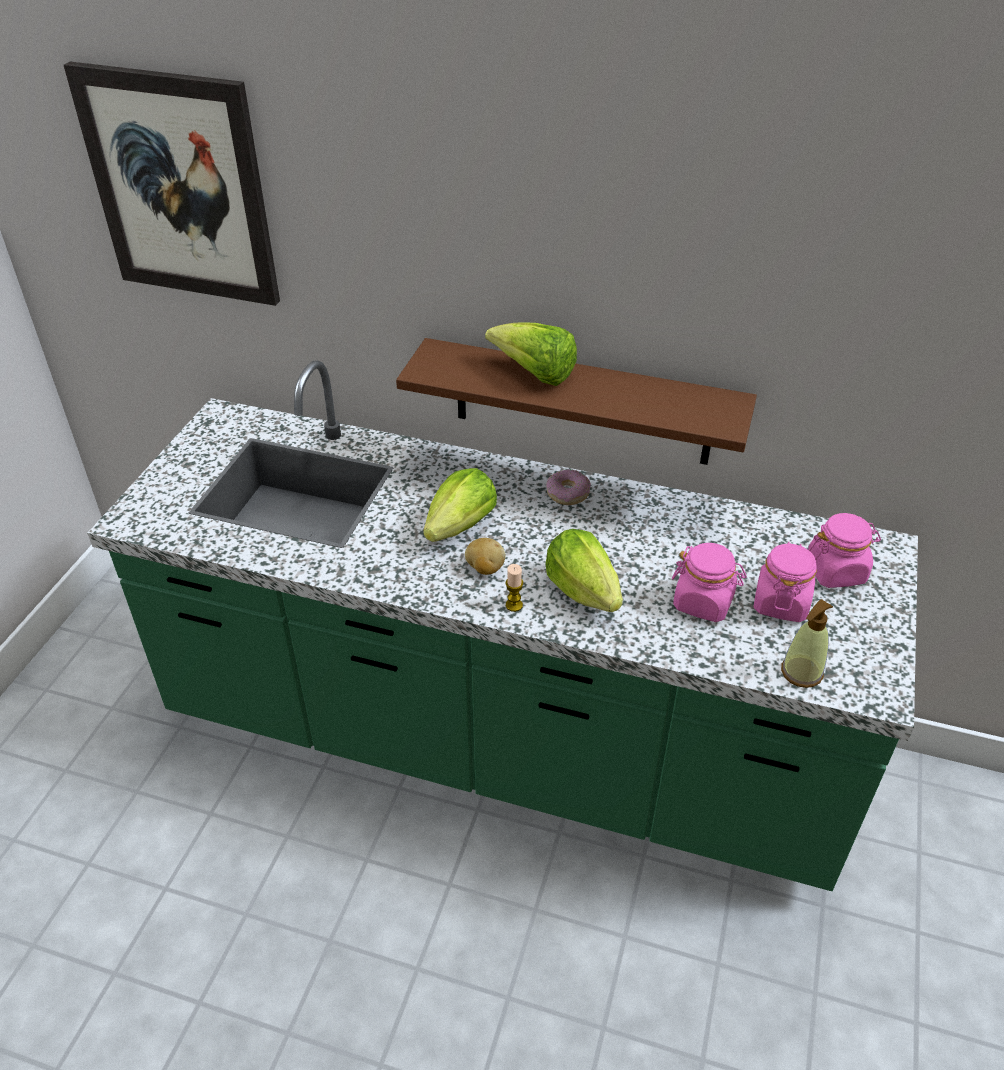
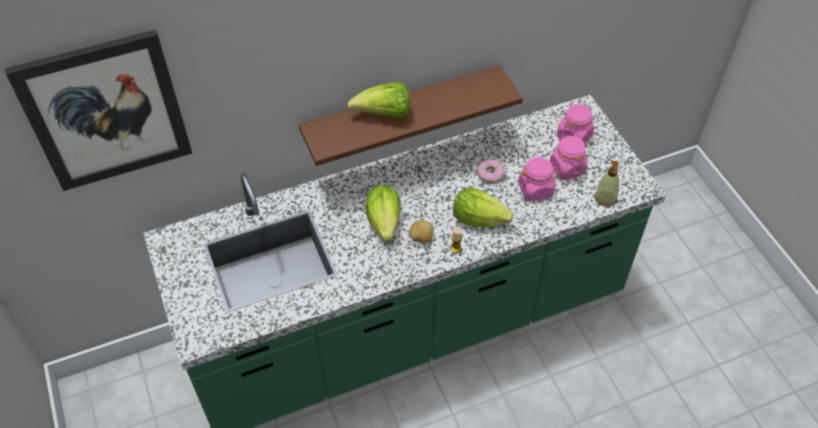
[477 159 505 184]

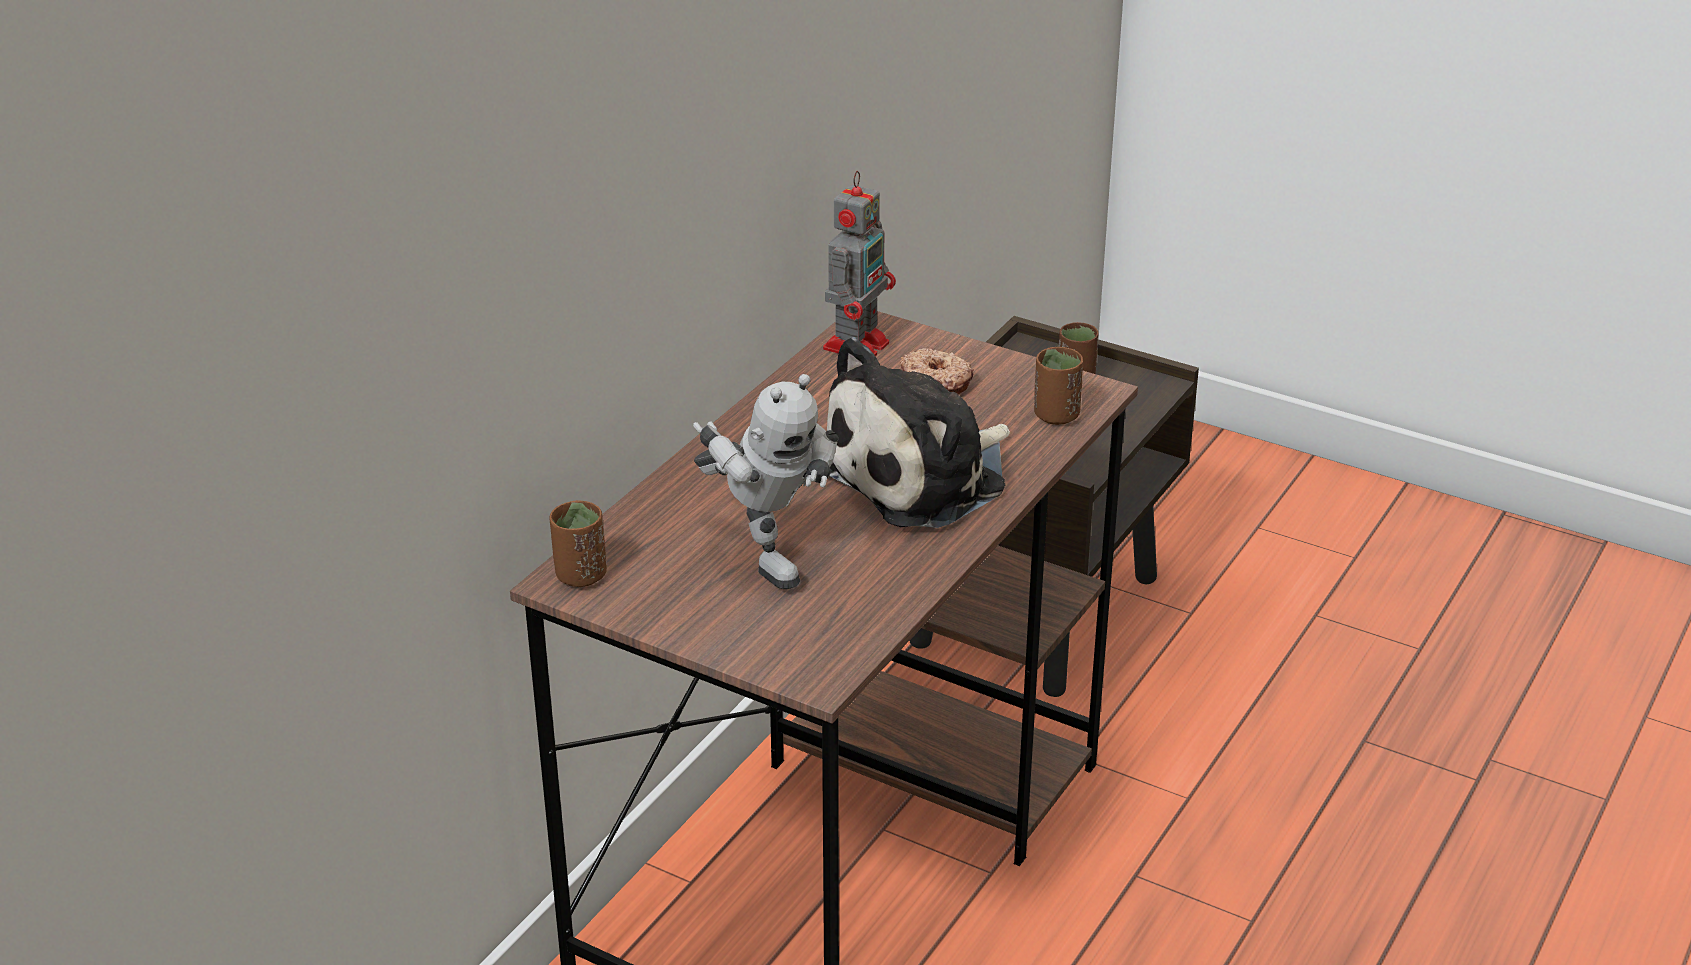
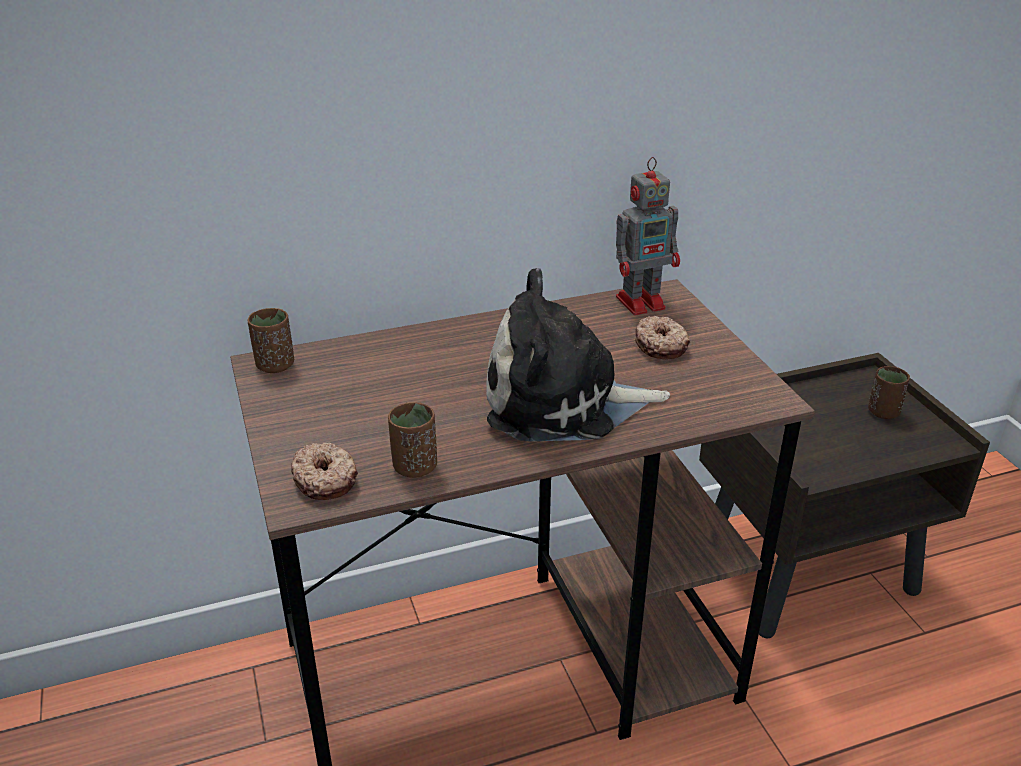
[693 374 838 589] (first image)
[291 442 358 500]
[388 402 437 478]

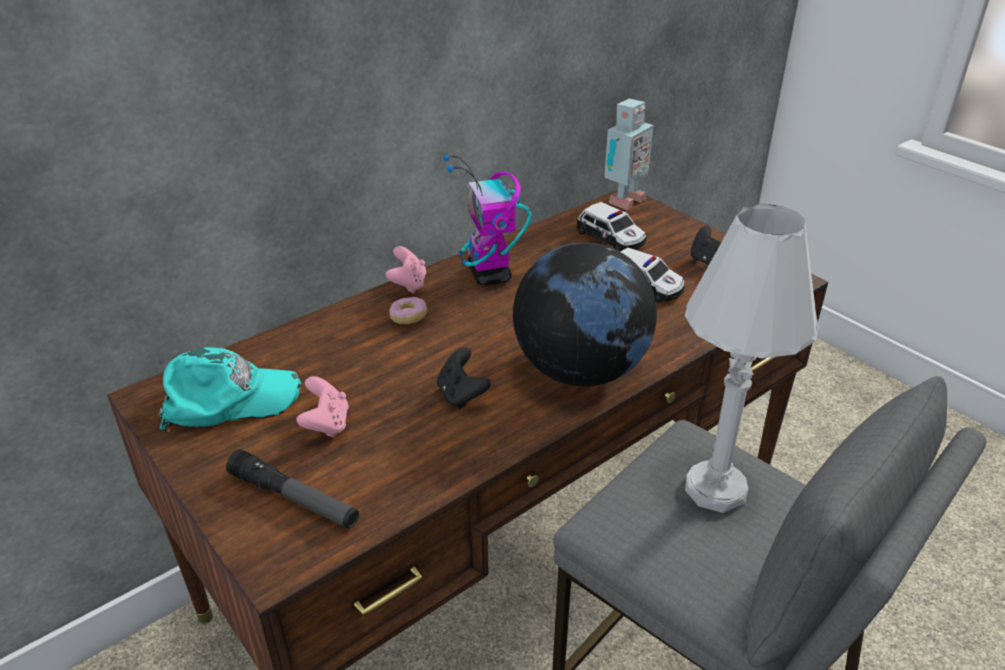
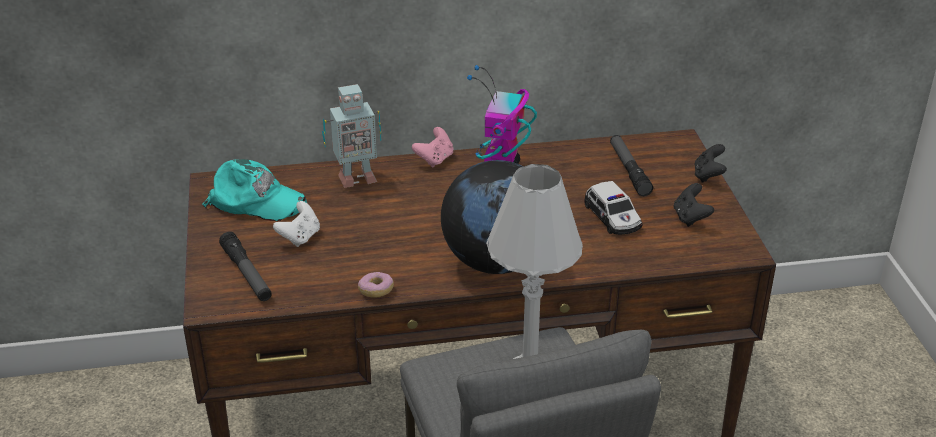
[358 272 394 298]
[694 144 727 183]
[322 84 382 188]
[610 135 653 196]
[273 201 320 247]

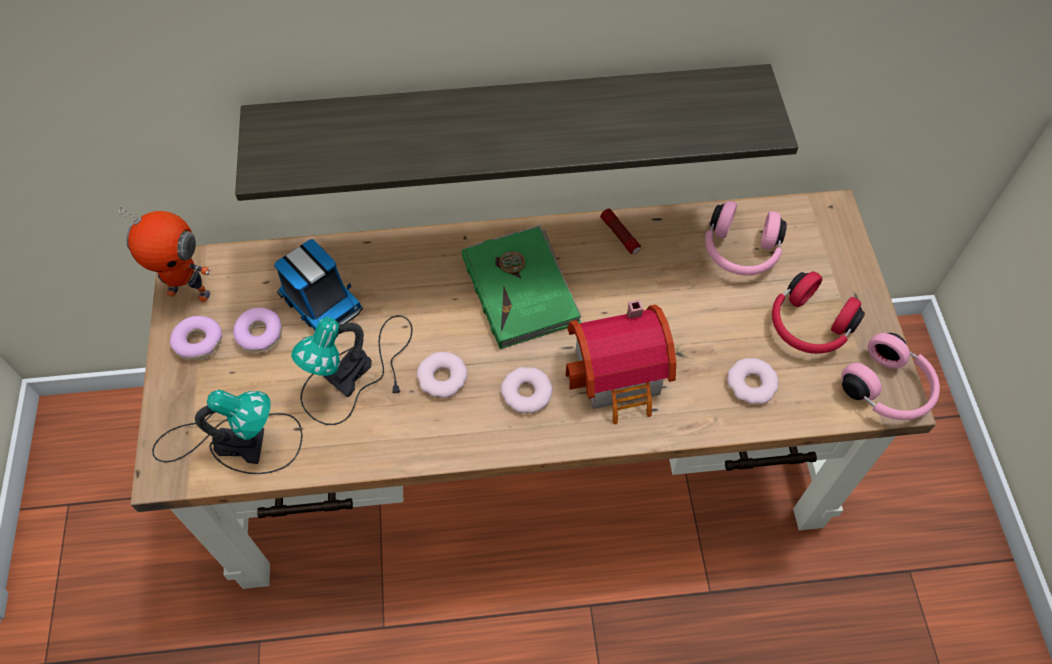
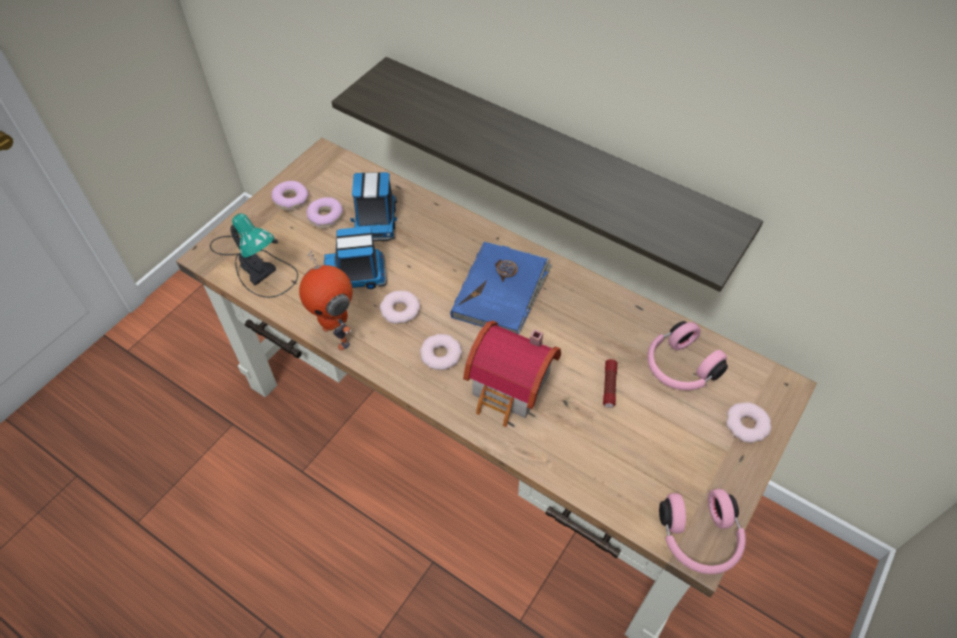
[772 272 865 354] (first image)
[299 250 353 350]
[603 359 617 408]
[726 402 771 443]
[322 226 387 289]
[450 241 552 334]

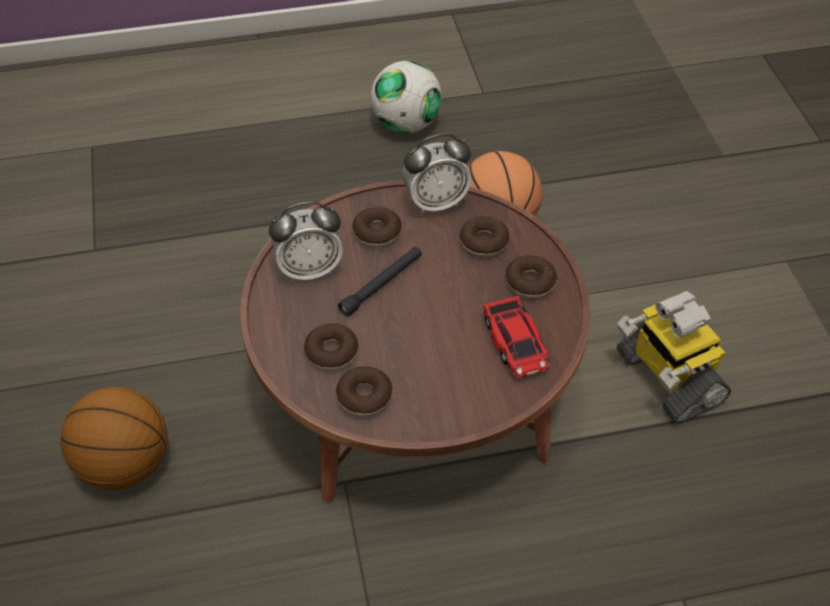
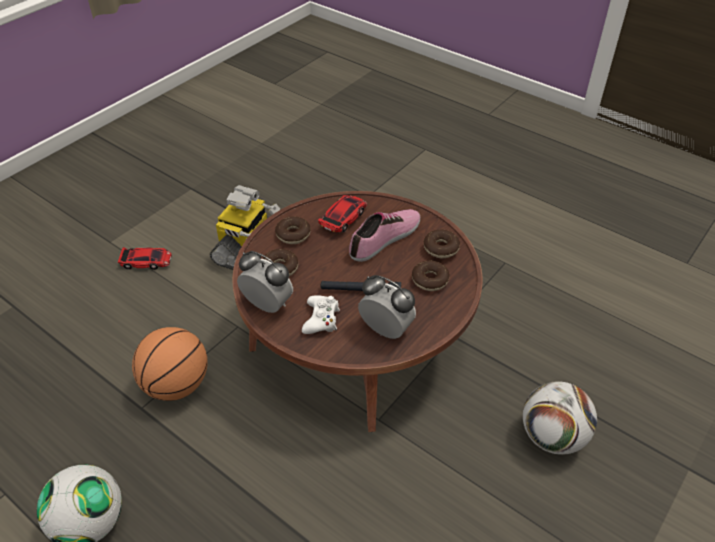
[118 247 172 270]
[349 209 420 262]
[523 381 597 455]
[302 295 340 334]

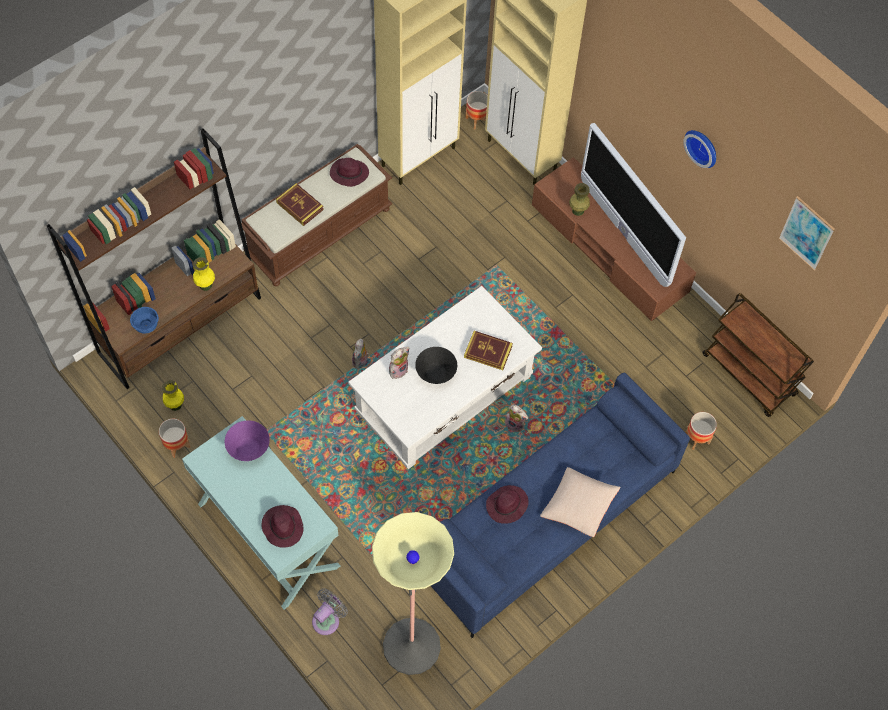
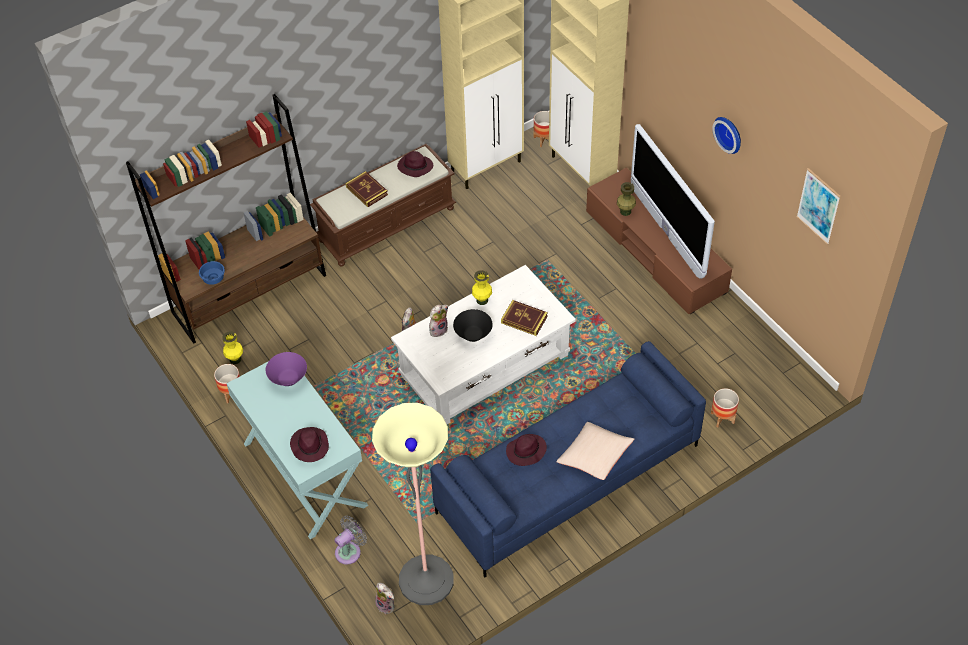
[702 293 814 417] (first image)
[472 270 492 305]
[375 583 394 614]

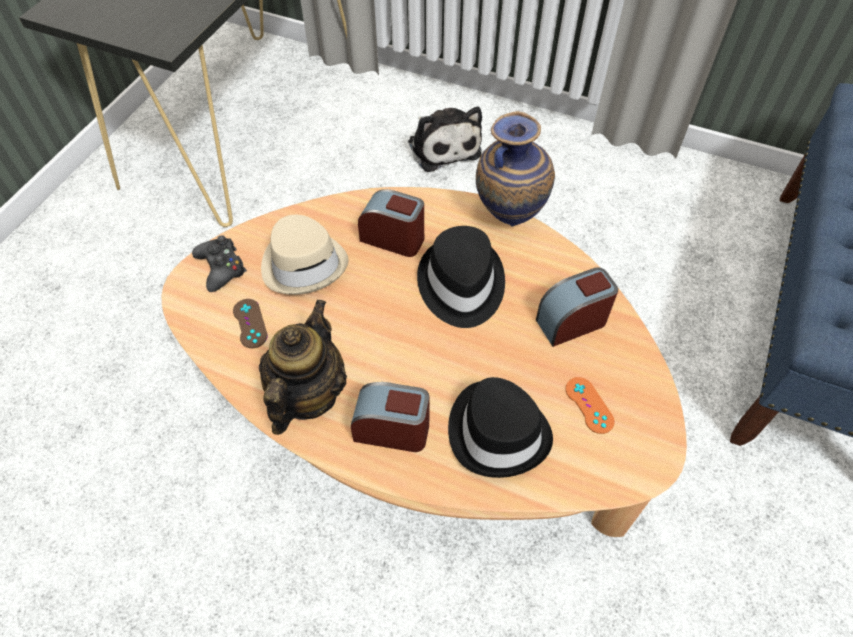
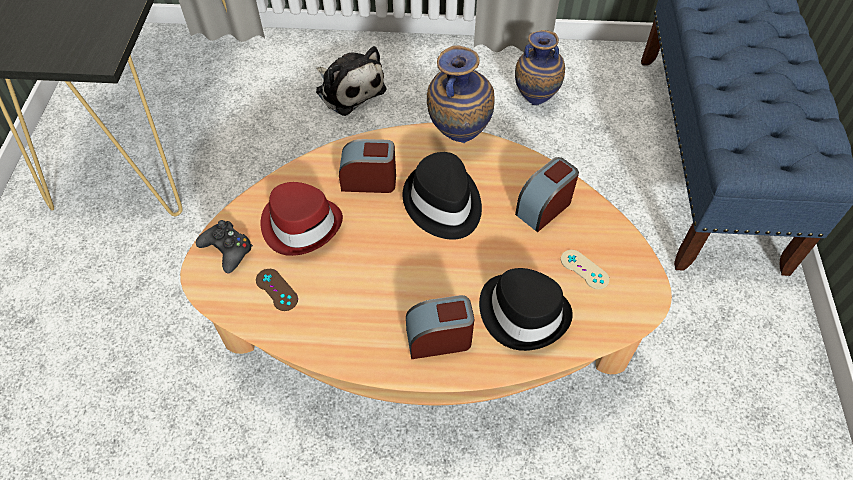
[259 300 347 435] (first image)
[515 30 565 105]
[261 182 343 256]
[561 250 609 289]

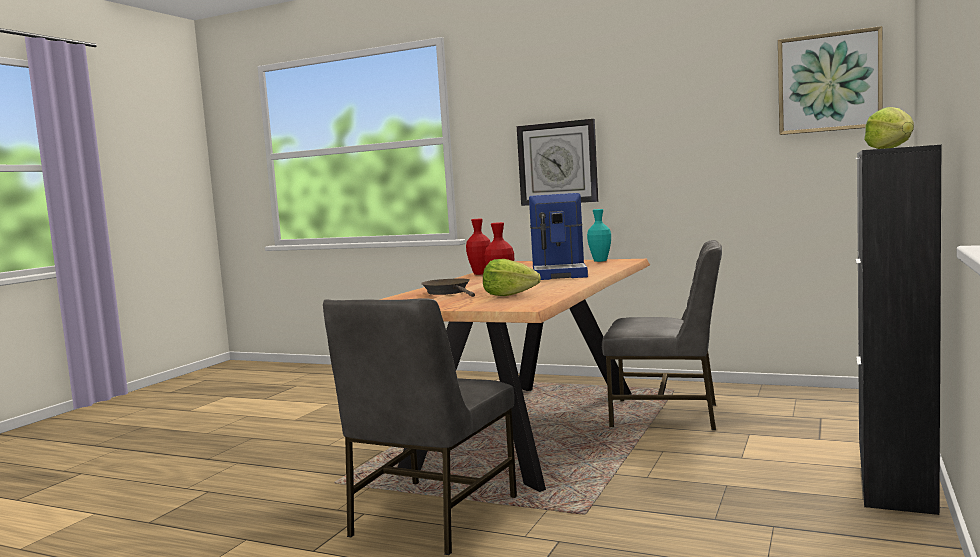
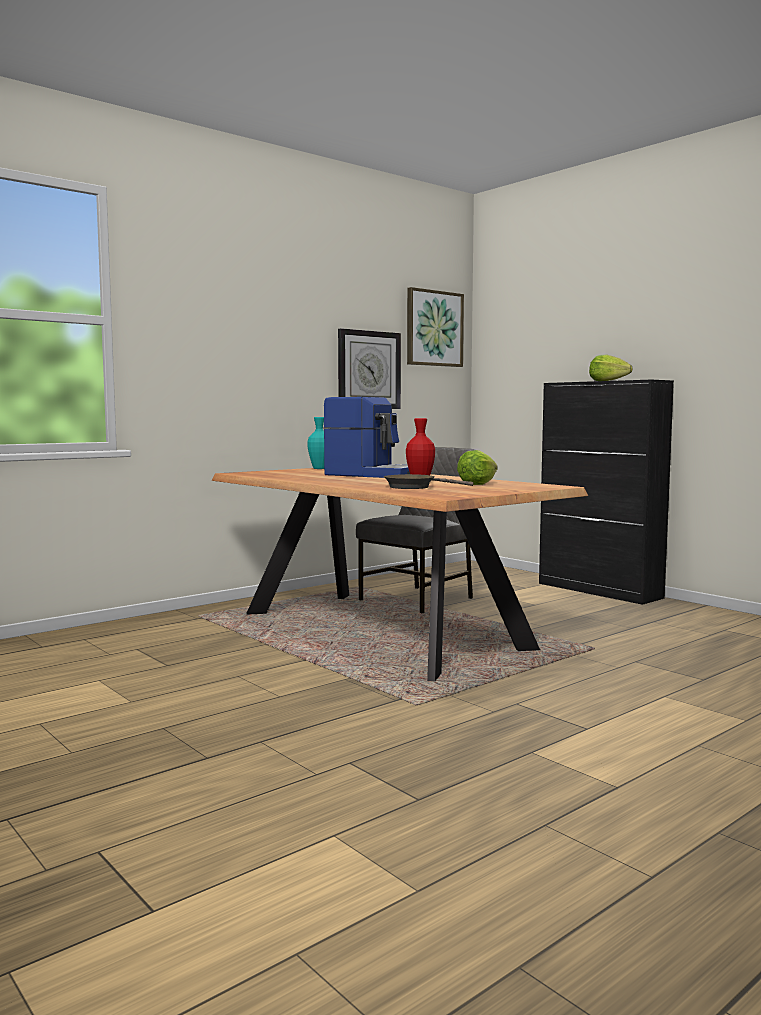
[323 298 517 555] (first image)
[466 219 491 275] (first image)
[338 328 401 409]

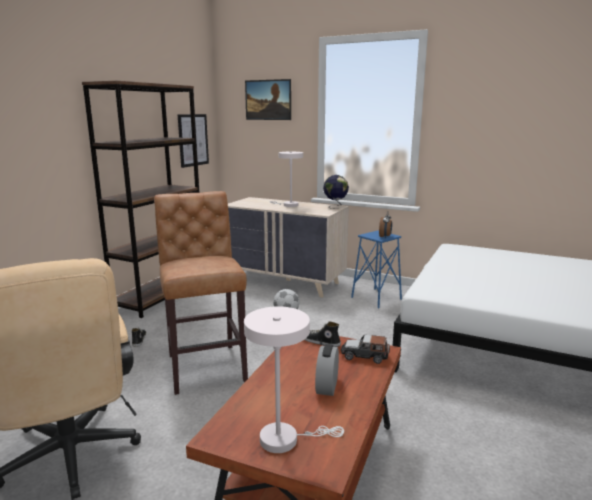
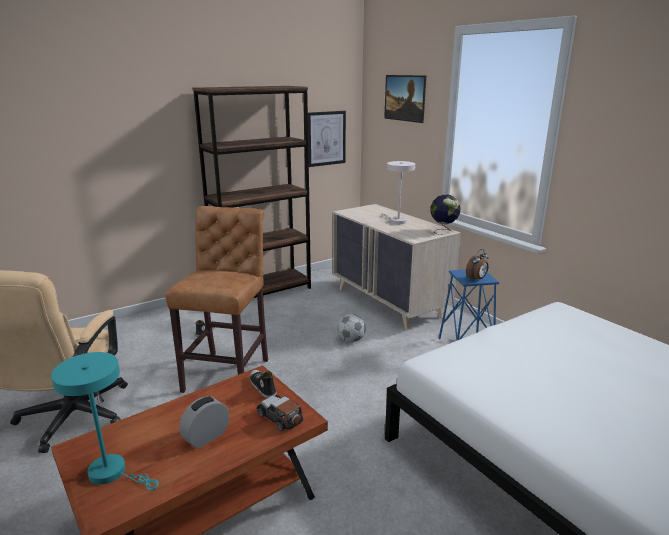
[51 352 159 491]

